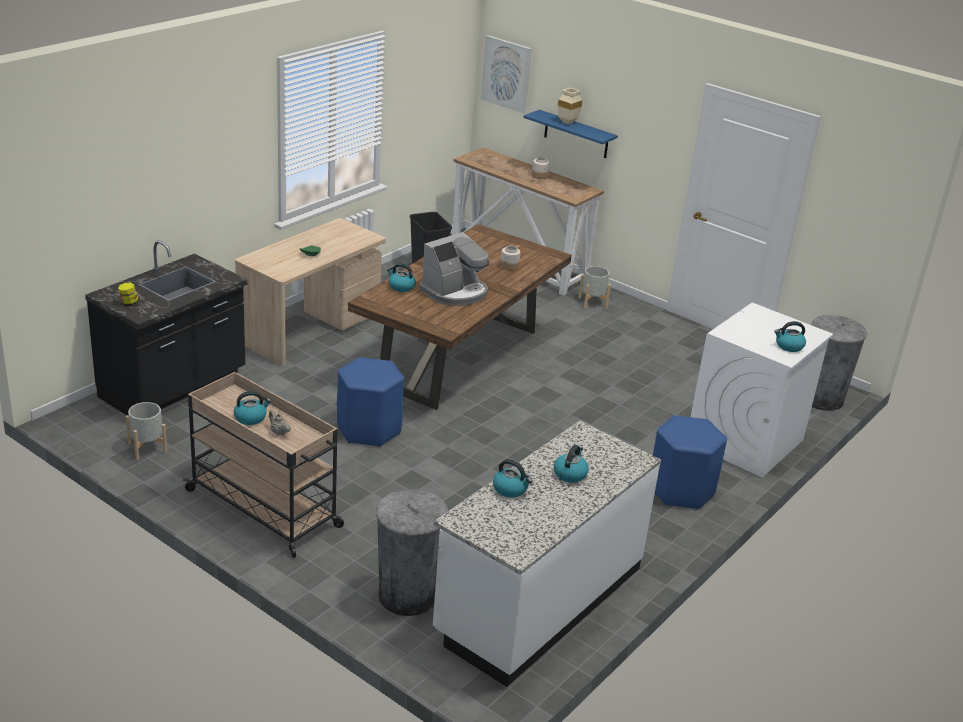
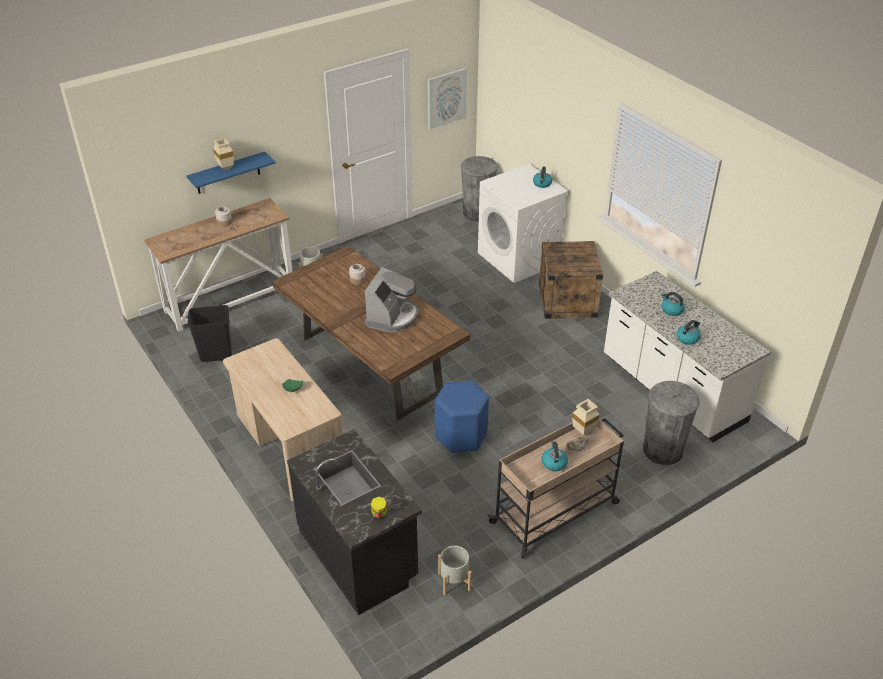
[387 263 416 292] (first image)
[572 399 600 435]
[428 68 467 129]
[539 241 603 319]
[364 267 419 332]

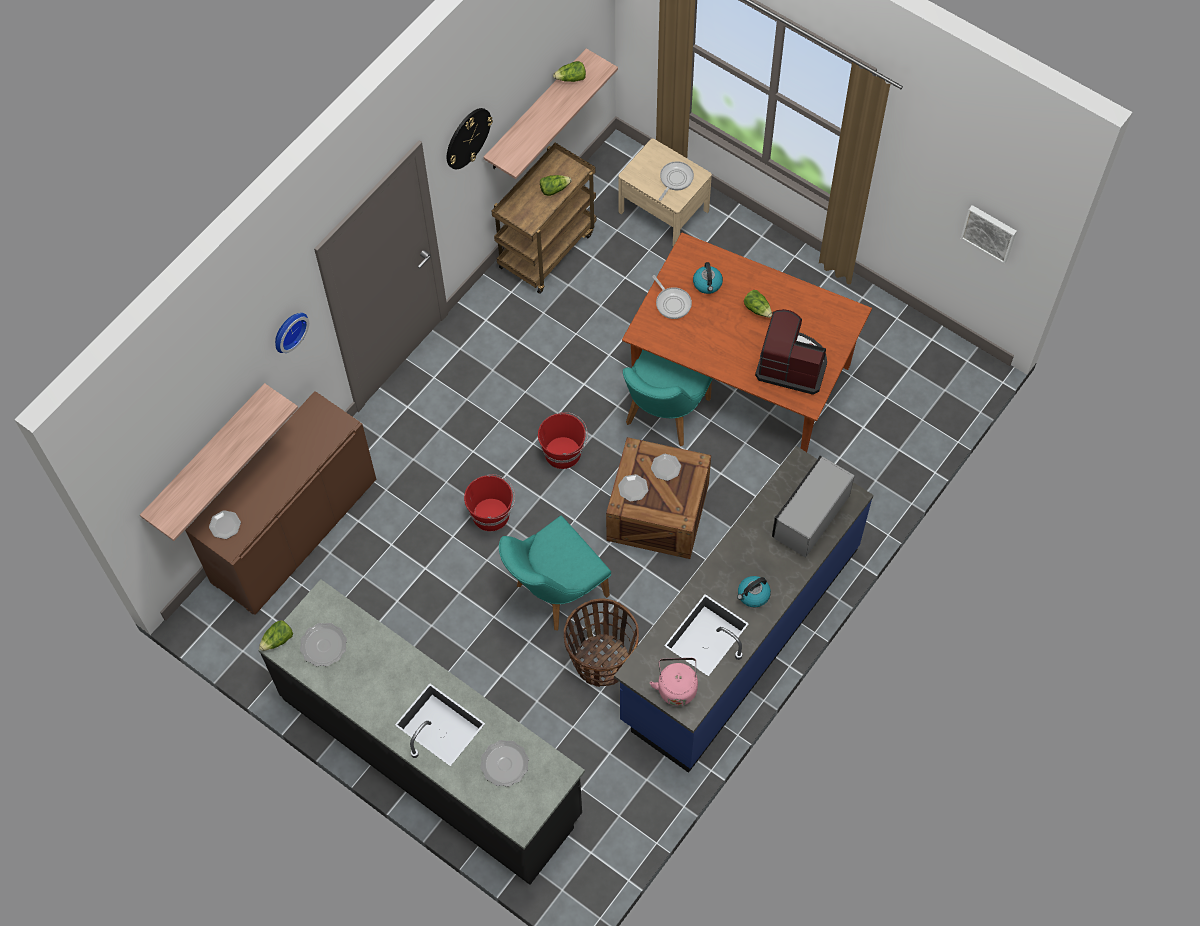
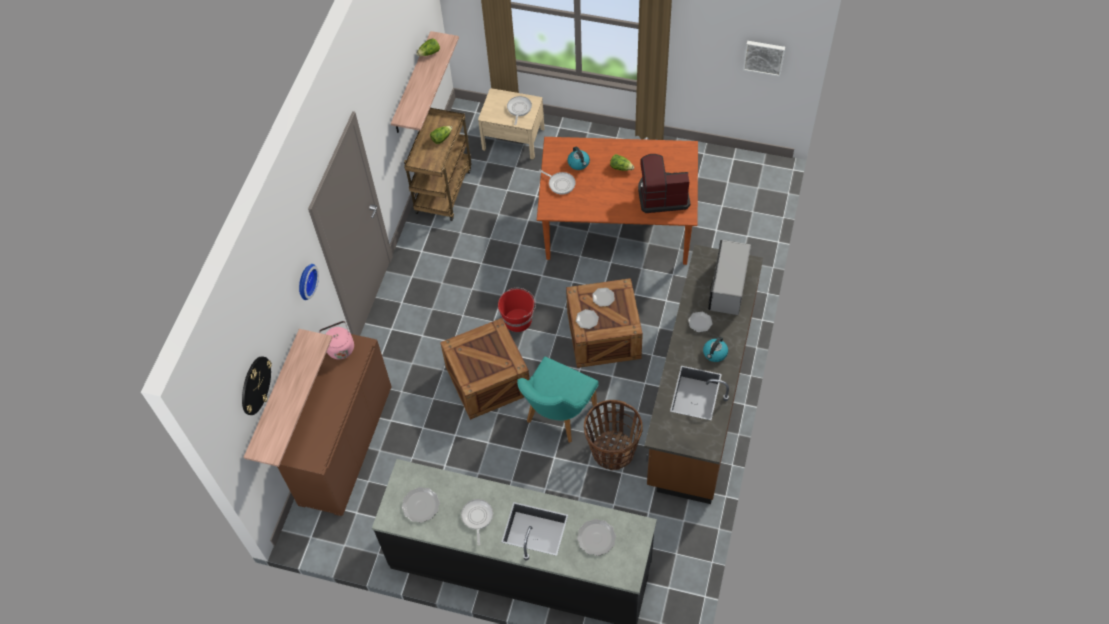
[259 620 293 651] (first image)
[623 349 713 446] (first image)
[461 499 493 546]
[688 312 713 332]
[242 356 272 415]
[319 321 354 360]
[440 318 529 420]
[644 245 763 504]

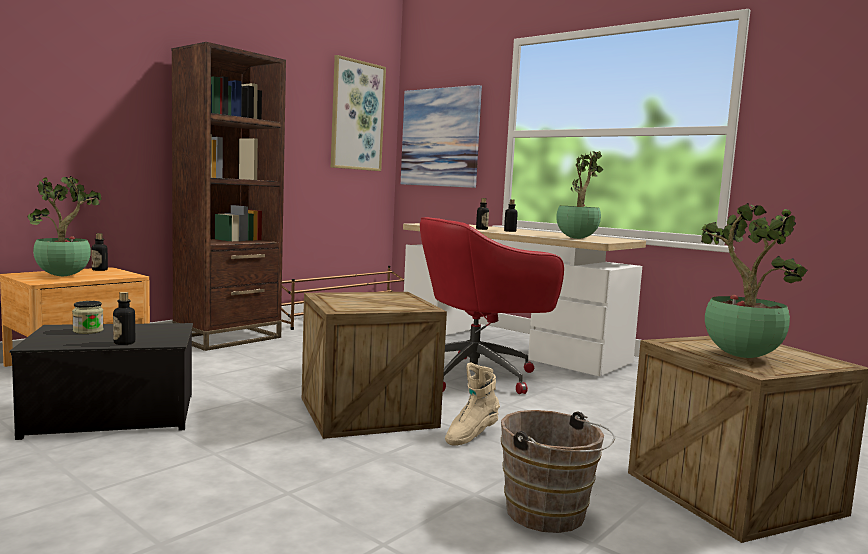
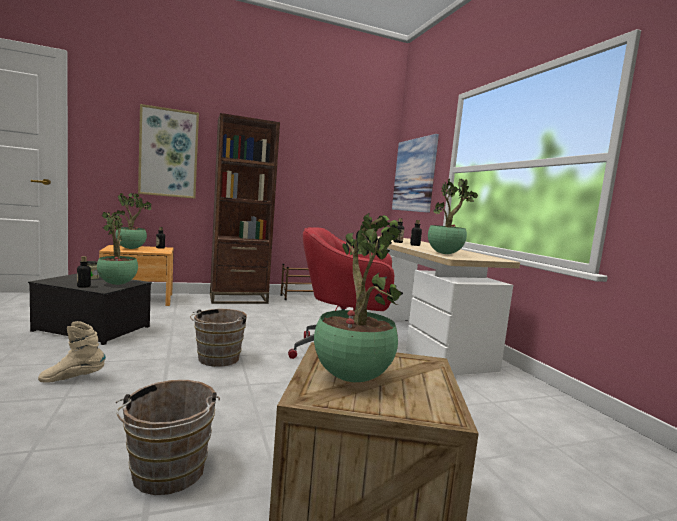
[97 212 138 285]
[138 104 199 199]
[38 321 106 383]
[190 309 247 367]

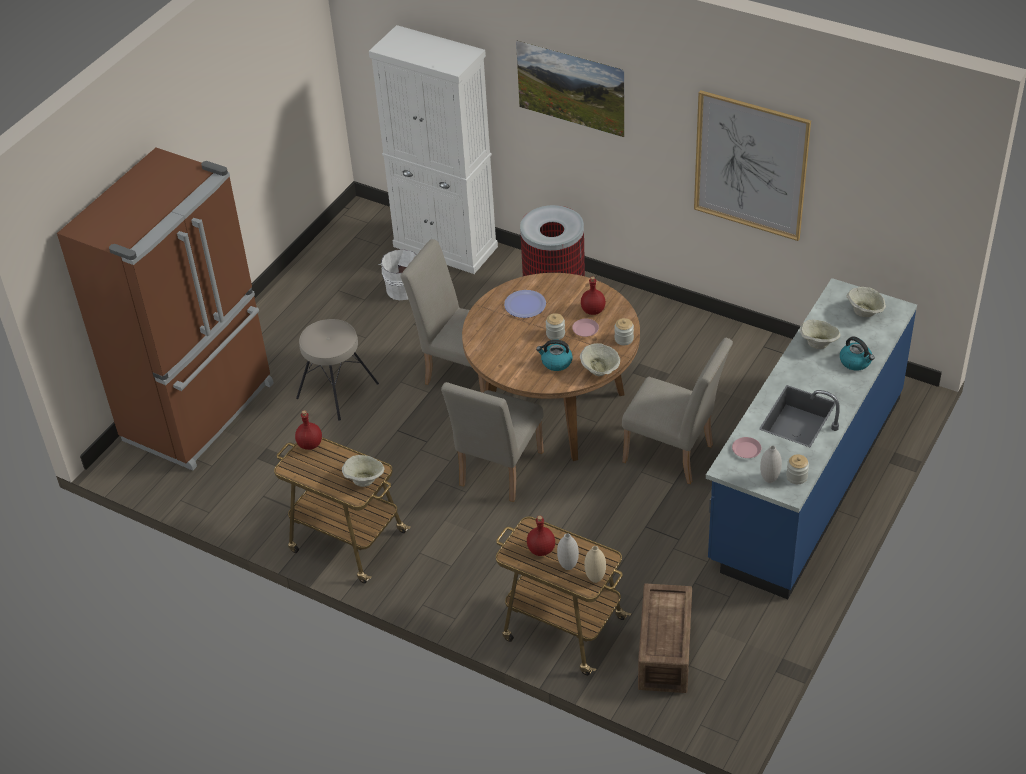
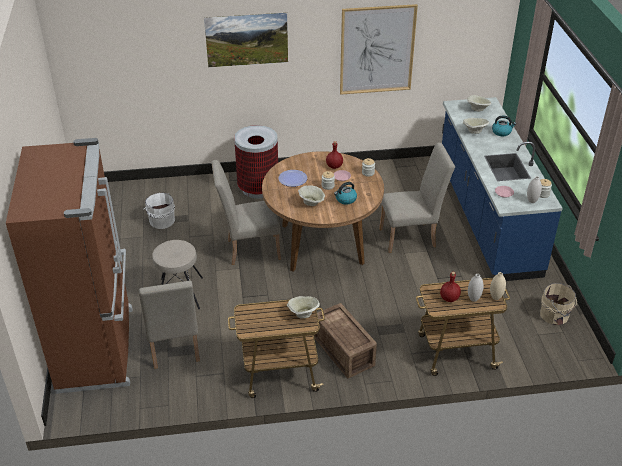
[295 410 322 450] (first image)
[369 25 498 274] (first image)
[540 283 577 325]
[139 280 200 369]
[298 186 325 206]
[314 303 377 378]

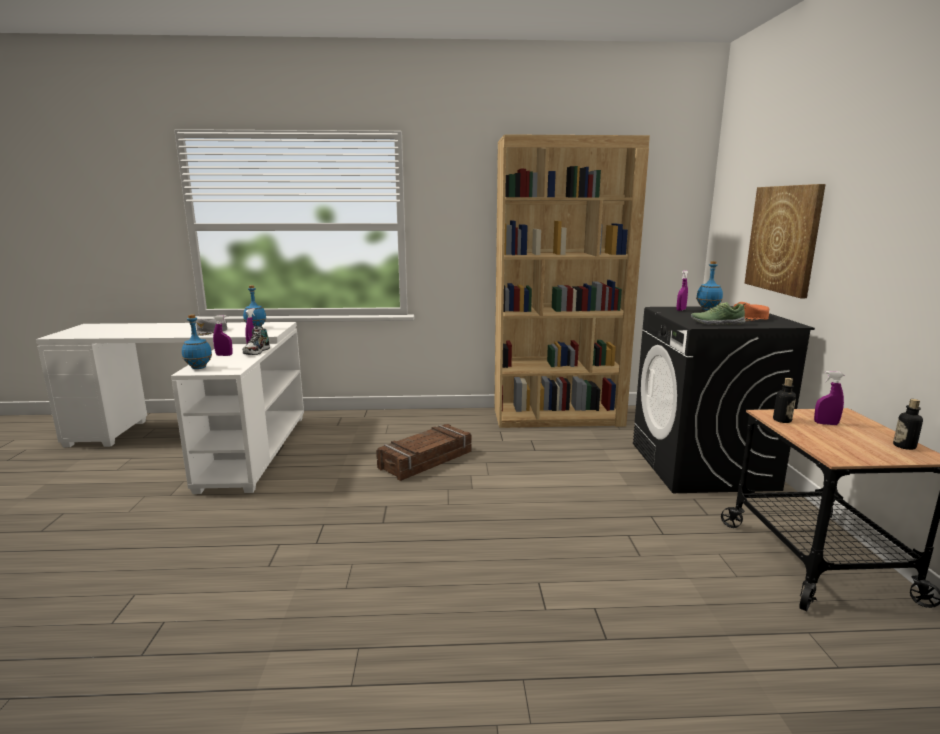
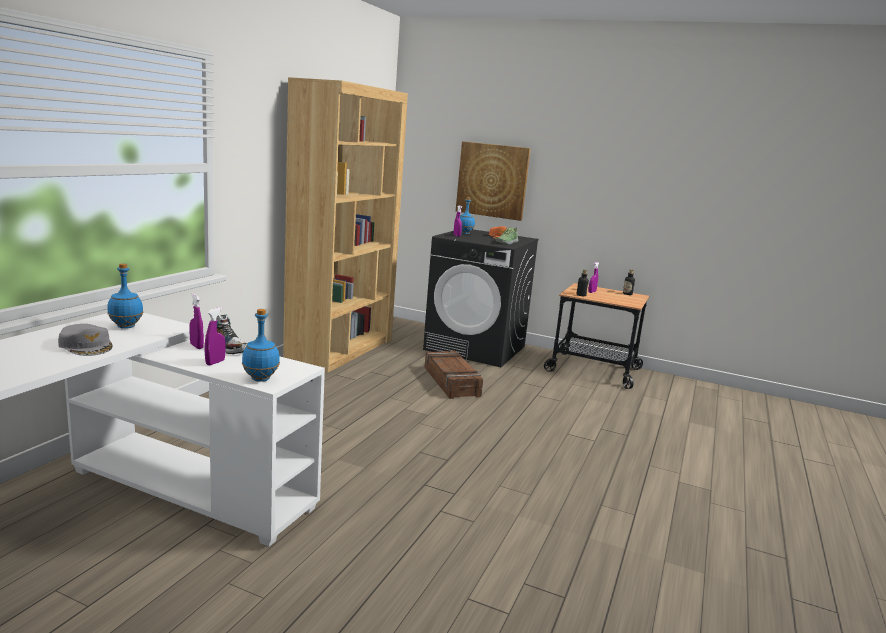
[424 351 483 399]

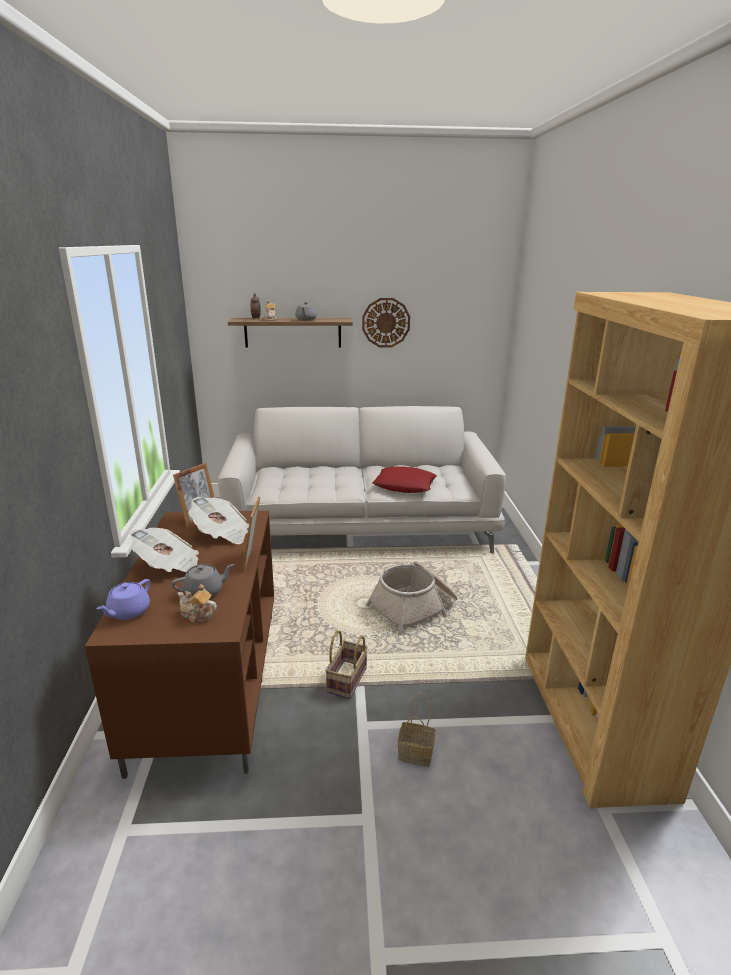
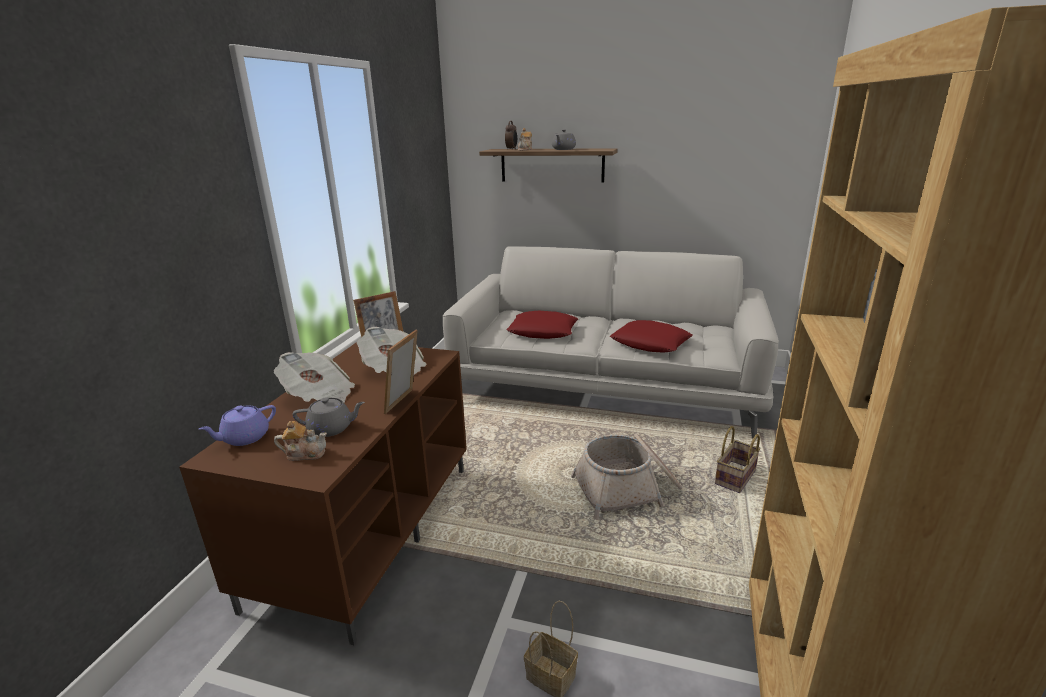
[362 298 410 347] (first image)
[507 311 578 339]
[715 426 760 493]
[274 421 327 461]

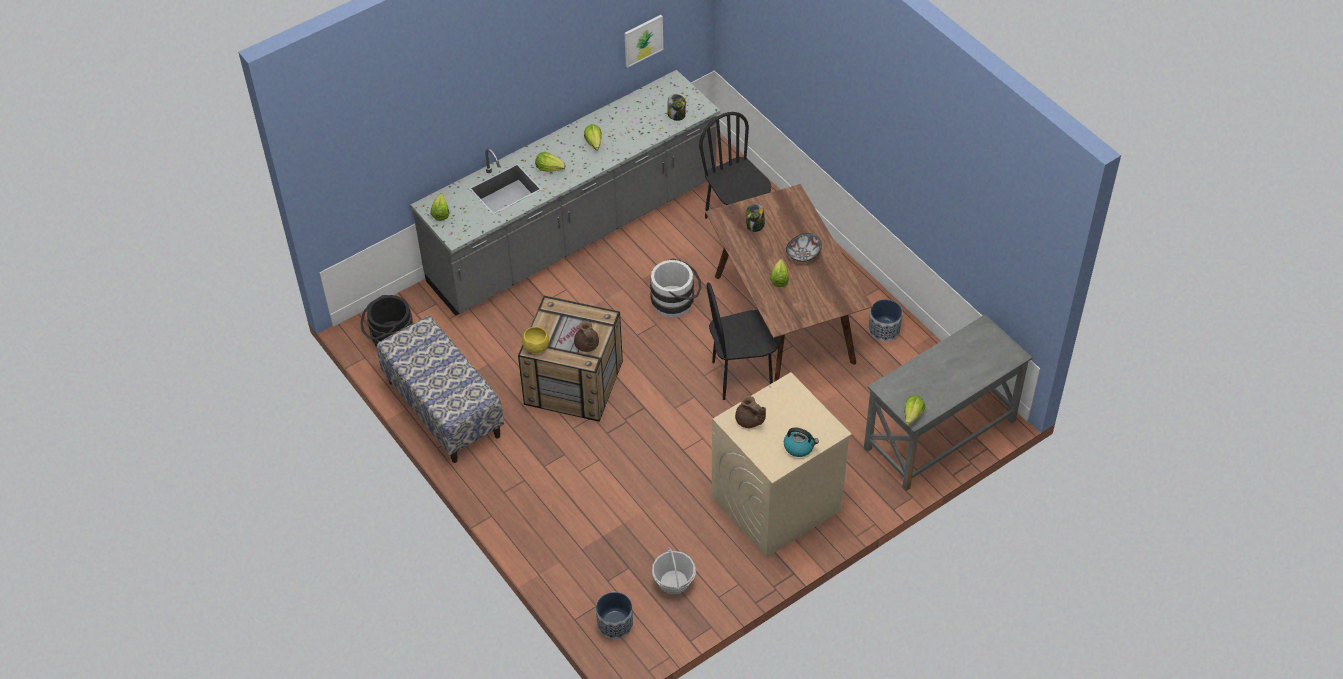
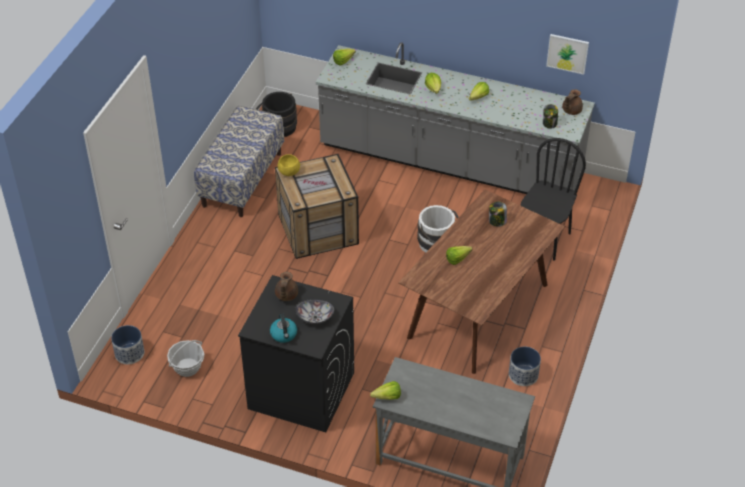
[707 283 782 400] (first image)
[562 89 583 115]
[295 299 334 324]
[238 275 354 432]

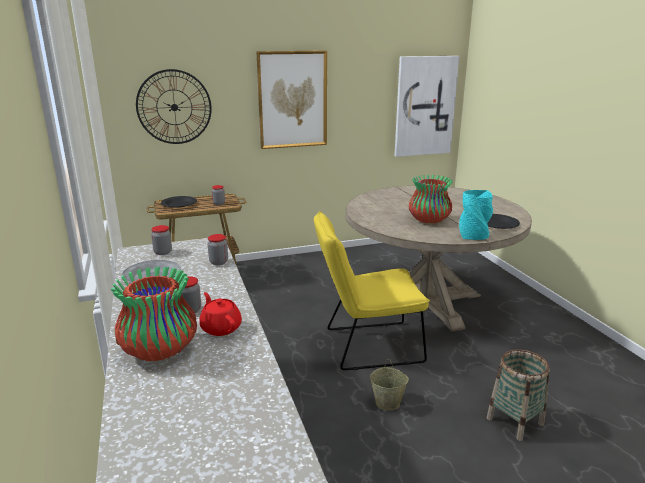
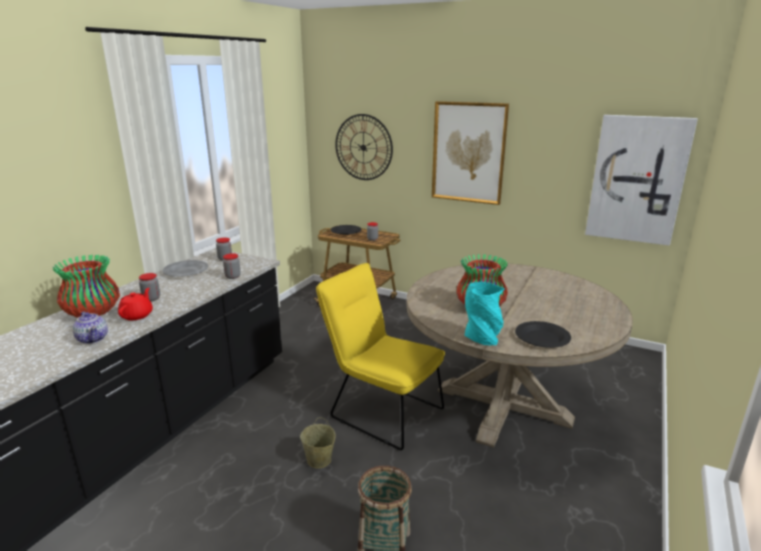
[73 311 108 344]

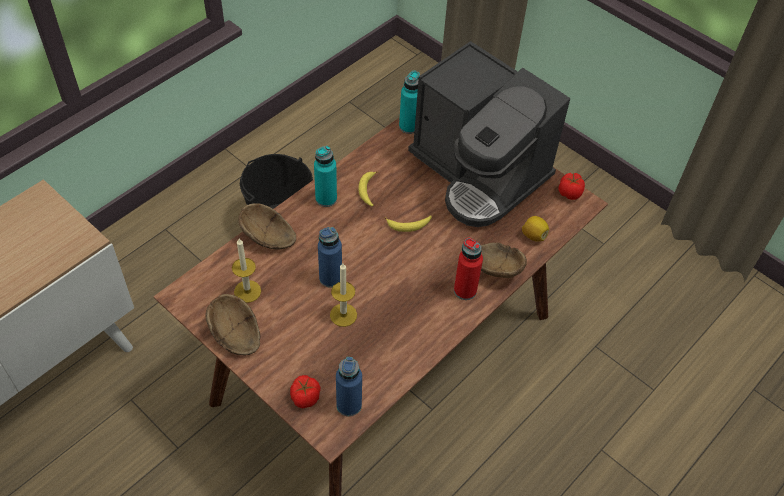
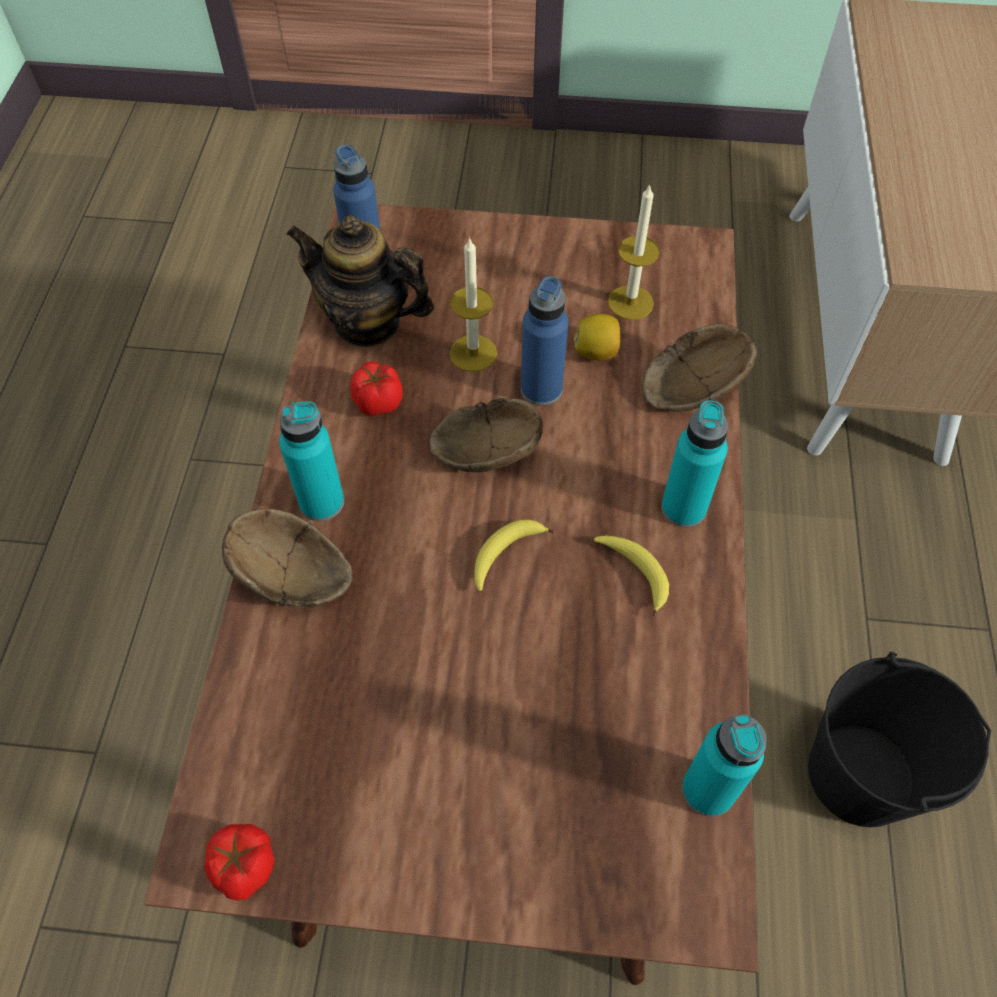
[408 41 570 227] (first image)
[286 215 434 347]
[429 398 543 473]
[350 361 403 416]
[574 314 620 360]
[279 401 344 521]

